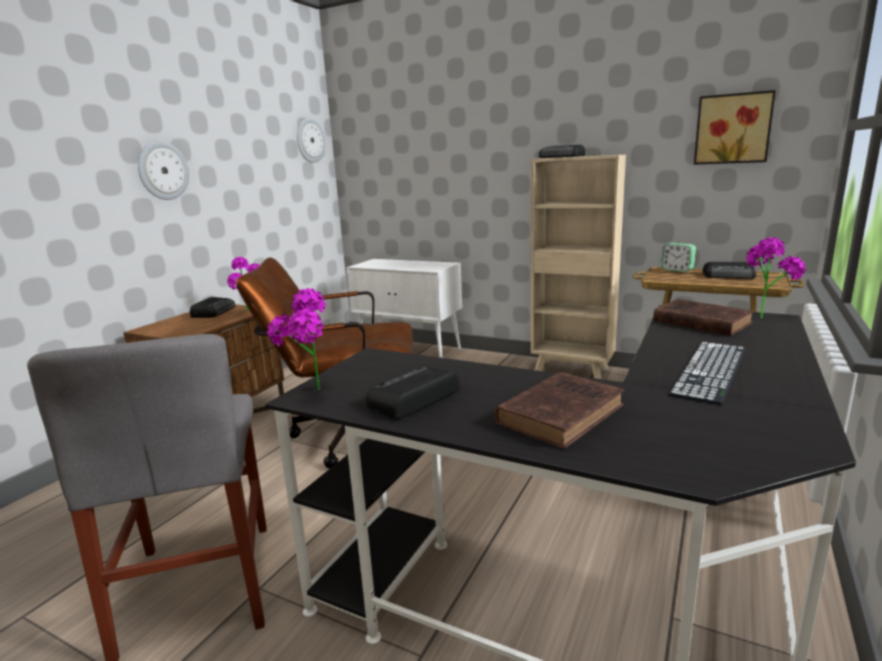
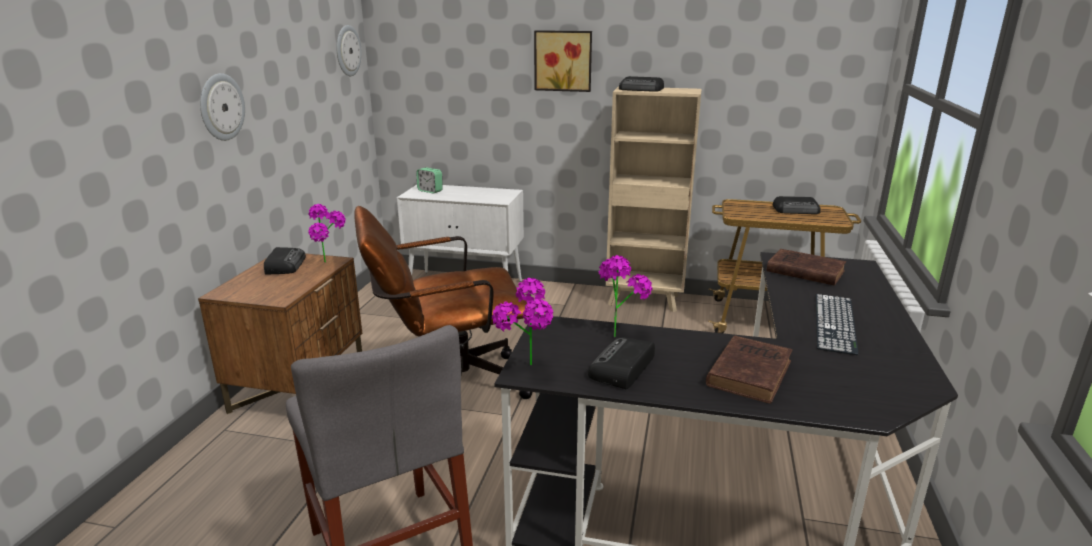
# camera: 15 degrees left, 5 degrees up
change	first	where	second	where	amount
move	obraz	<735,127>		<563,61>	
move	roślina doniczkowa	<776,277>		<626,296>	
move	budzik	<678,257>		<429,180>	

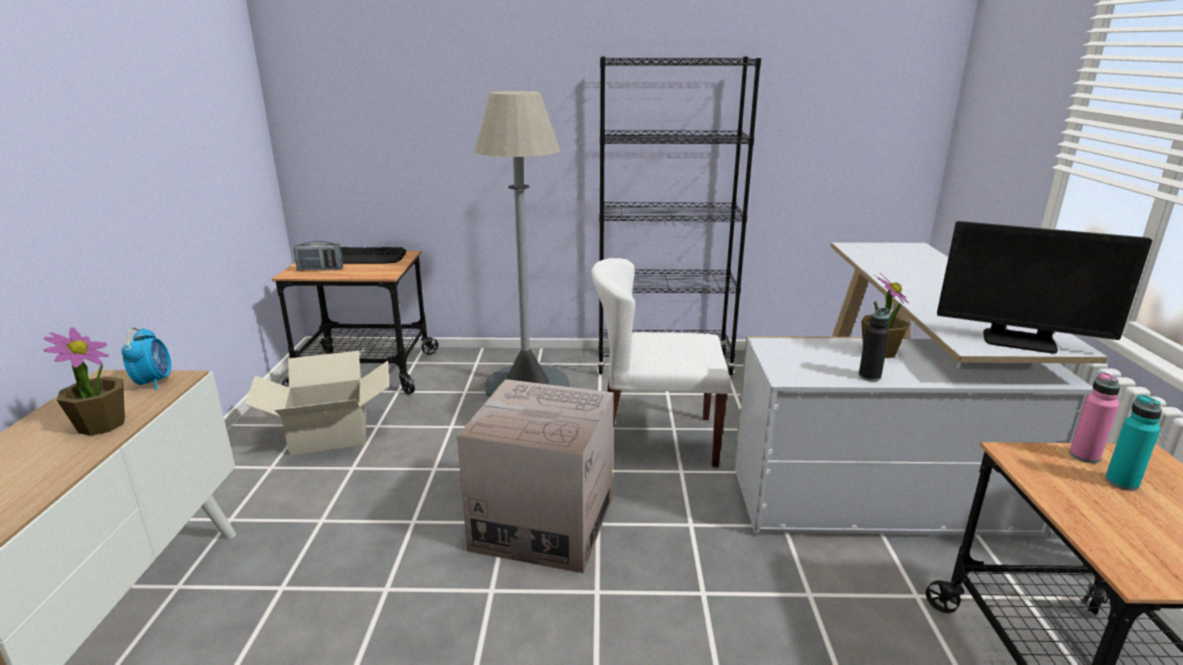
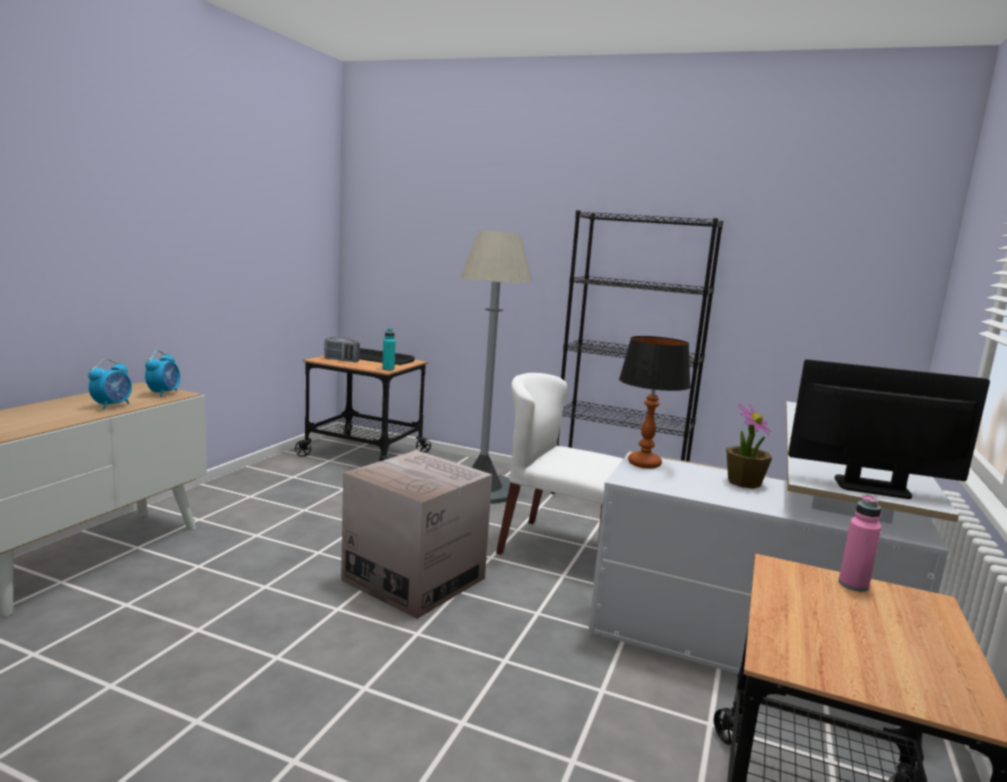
# camera: 20 degrees right, 10 degrees down
change	first	where	second	where	amount
rotate	monitor	<1044,287>		<889,429>	150 degrees clockwise
delete	butelka (czarny)	<874,345>			
replace	roślina doniczkowa	<84,382>	budzik	<110,384>	
delete	karton	<316,403>			
move	butelka (turkusowy)	<1133,442>		<389,349>	
insert			lampa stołowa	<655,402>	

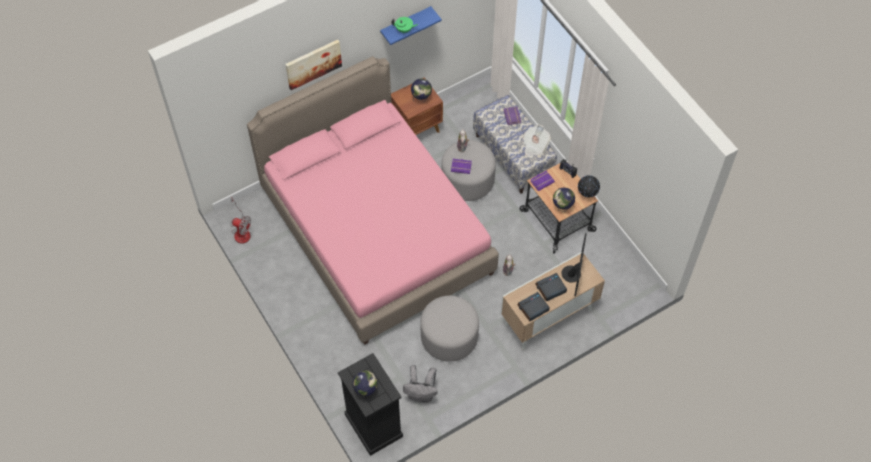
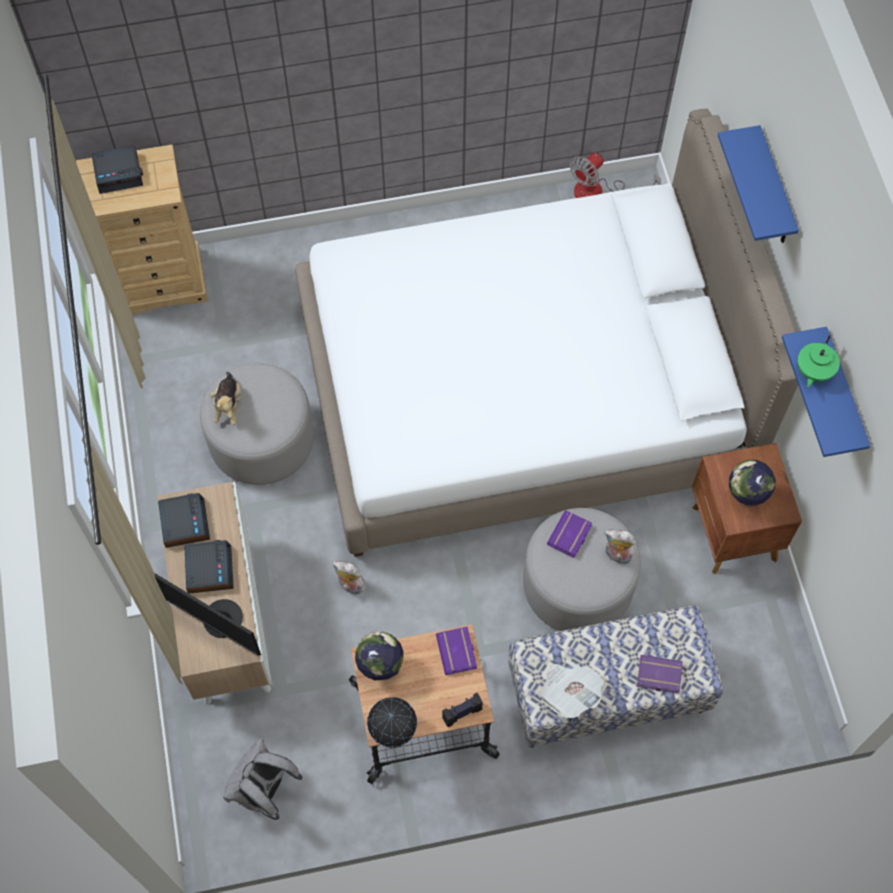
# camera: 110 degrees right, 5 degrees up
change	first	where	second	where	amount
replace	obraz	<313,65>	półka (niebieski)	<758,184>	
recolor	łóżko (różowy)	<373,200>	łóżko (biały)	<546,333>	
recolor	komoda (czarny)	<370,404>	komoda (beżowy)	<142,229>	
move	plecak (szary)	<420,384>		<262,778>	
replace	globus	<365,385>	budzik	<117,169>	
insert			pluszak	<225,398>	

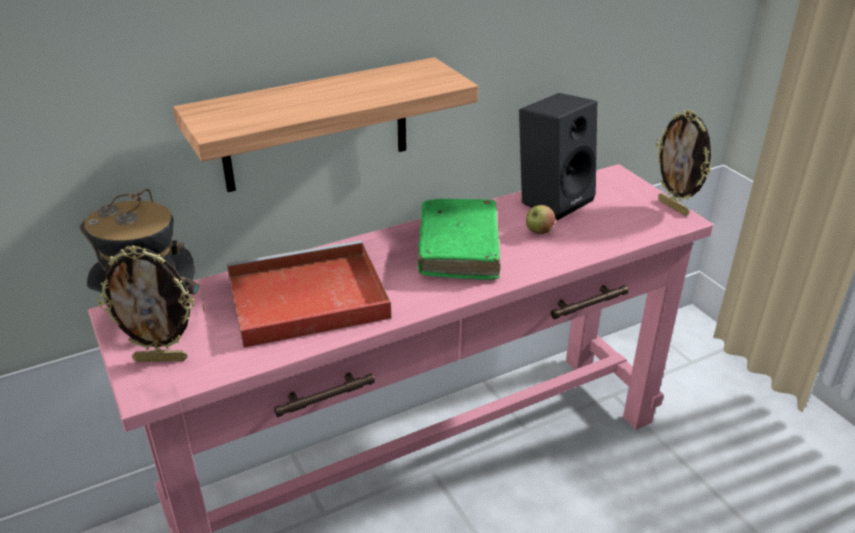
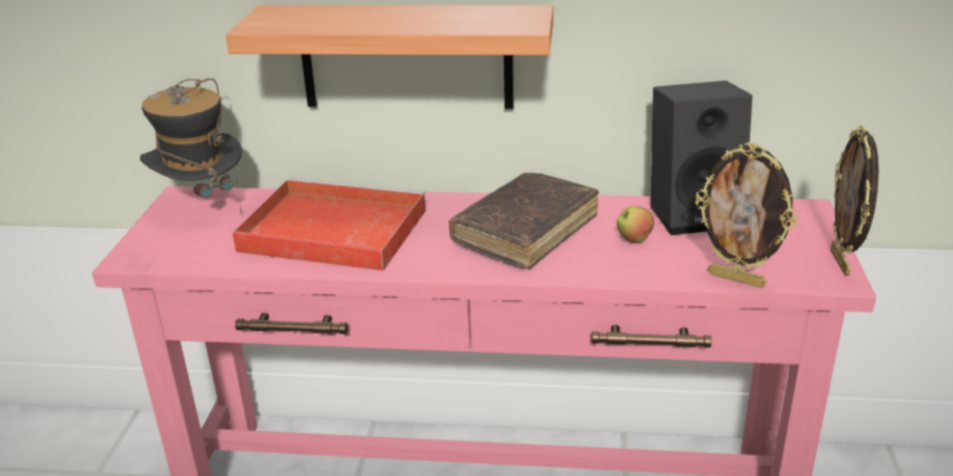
# camera: 35 degrees right, 5 degrees down
change	first	where	second	where	amount
recolor	książka (zielony)	<459,238>	książka (brązowy)	<524,221>	
move	ramka na zdjęcie	<145,303>		<746,215>	

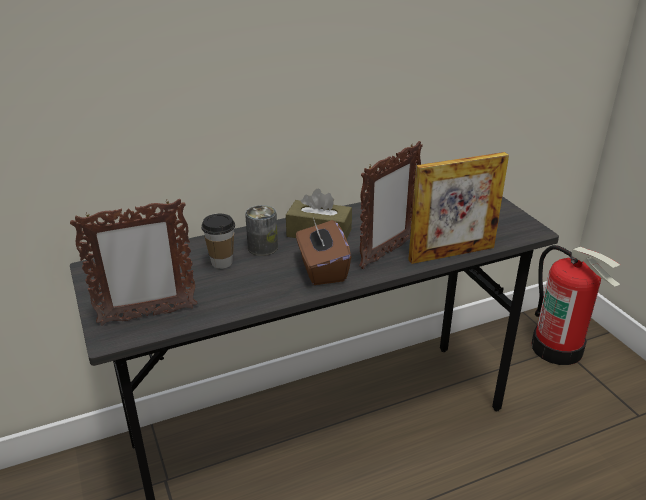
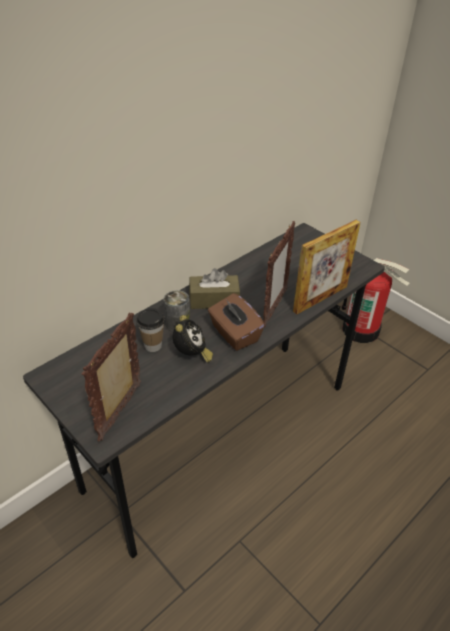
# camera: 20 degrees left, 10 degrees up
change	first	where	second	where	amount
rotate	ramka na zdjęcie	<133,262>		<111,377>	150 degrees clockwise
insert			budzik	<193,339>	

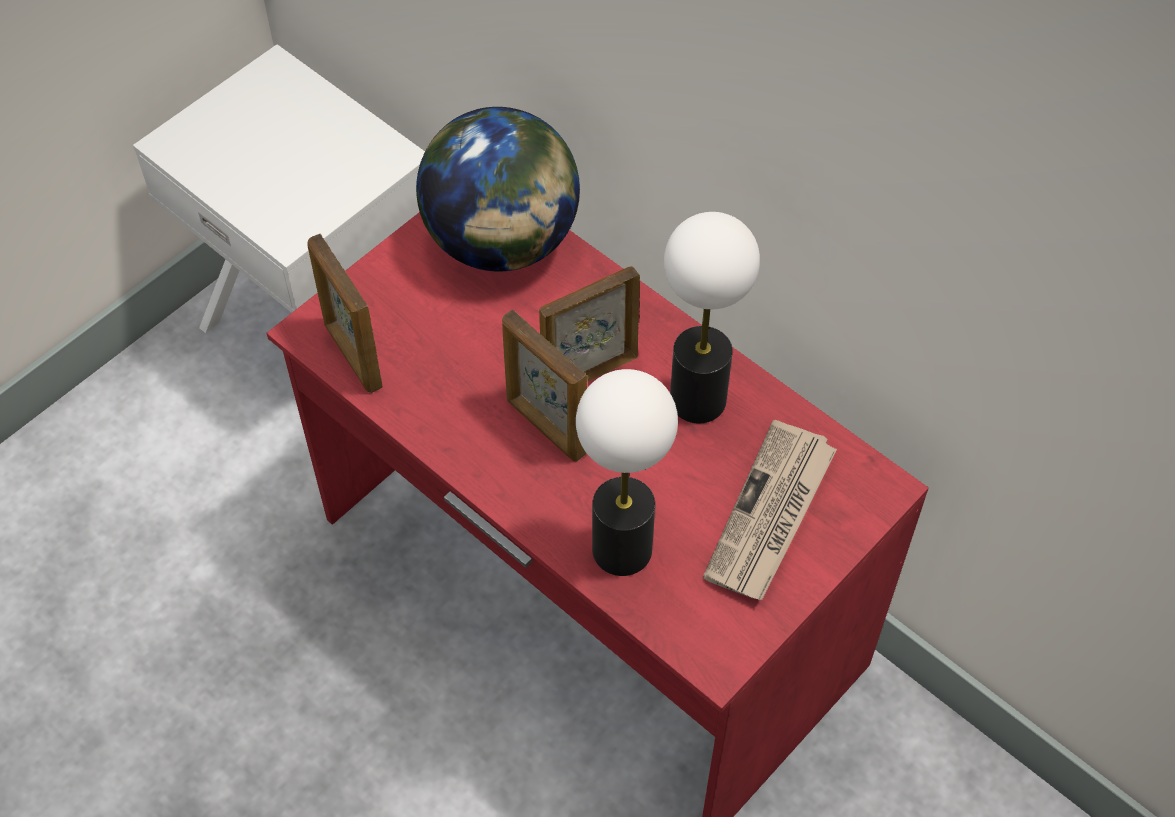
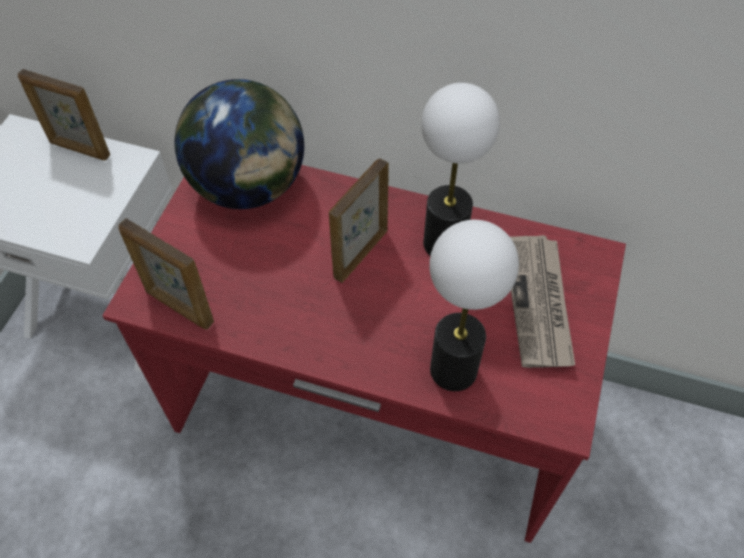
# camera: 25 degrees left, 0 degrees up
change	first	where	second	where	amount
move	ramka na zdjęcie	<544,385>		<64,115>	

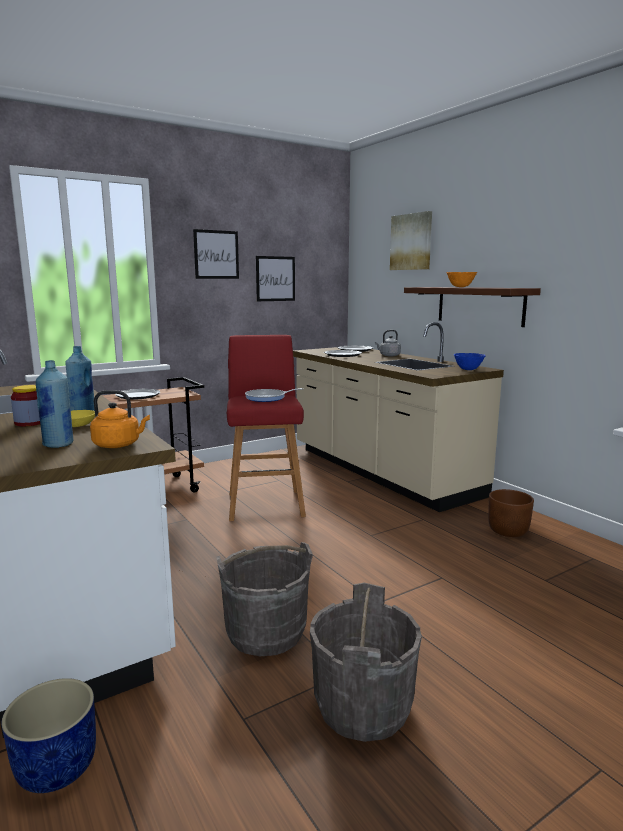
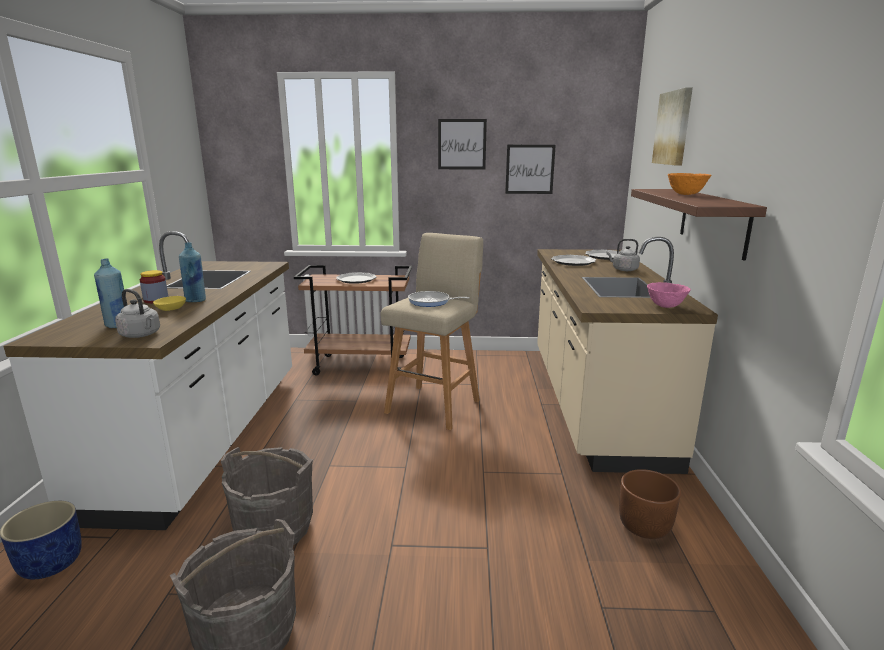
# camera: 35 degrees right, 5 degrees up
change	first	where	second	where	amount
recolor	stołek (czerwony)	<266,428>	stołek (beżowy)	<431,331>	
recolor	miska (niebieski)	<470,361>	miska (różowy)	<669,295>	
recolor	czajnik (pomarańczowy)	<120,419>	czajnik (szary)	<137,313>	

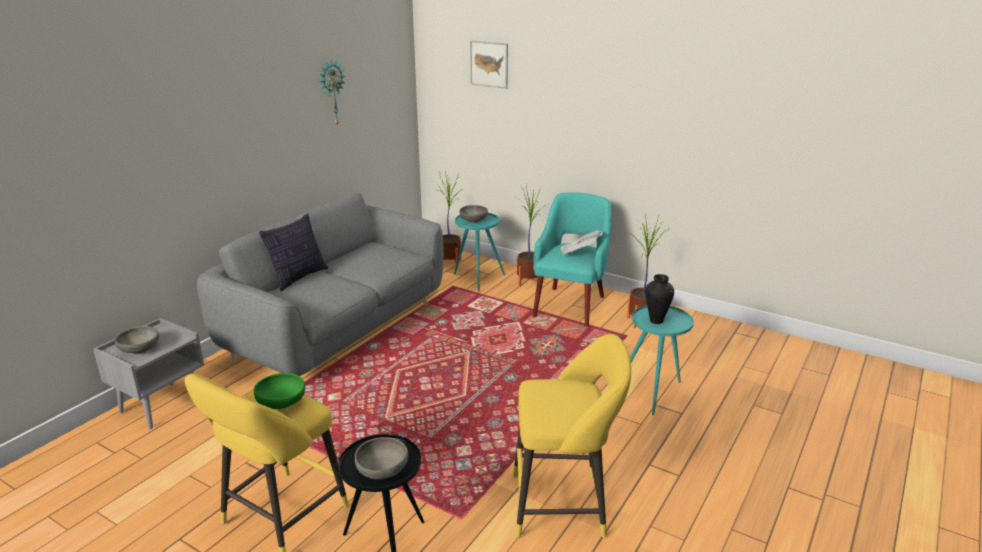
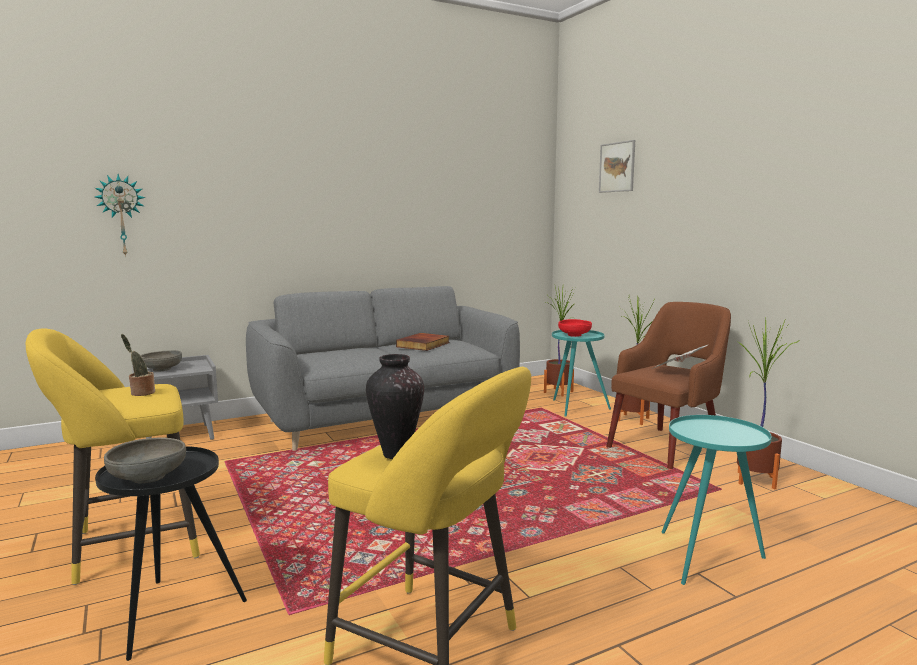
# camera: 30 degrees right, 15 degrees down
change	first	where	second	where	amount
move	zegar ścienny	<332,92>		<120,215>	
recolor	fotel (turkusowy)	<572,259>	fotel (brązowy)	<668,385>	
recolor	miska (szary)	<474,214>	miska (czerwony)	<575,328>	
delete	poduszka	<293,252>			
move	wazon	<659,299>		<395,406>	
replace	miska (zielony)	<279,391>	roślina doniczkowa	<138,365>	
insert			książka	<423,342>	

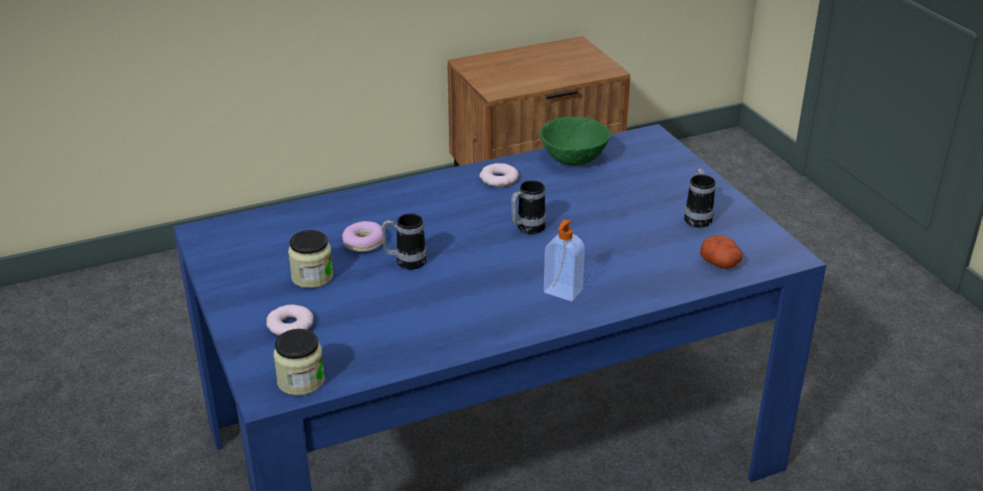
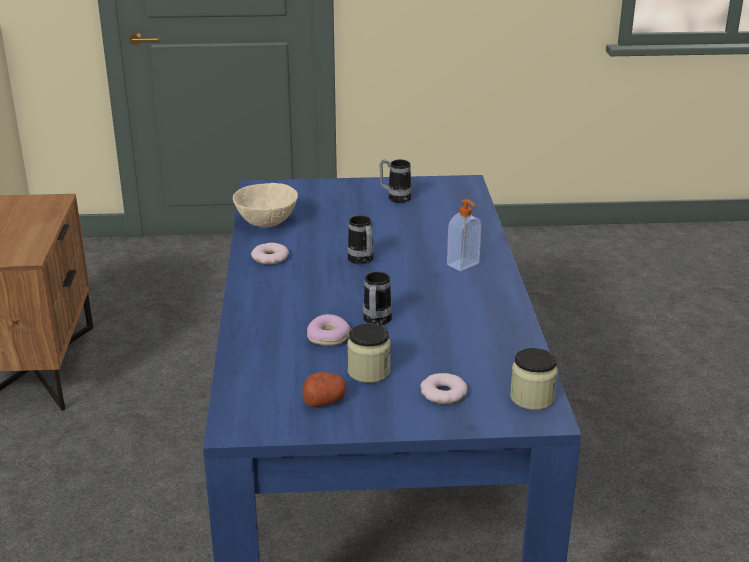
# camera: 70 degrees left, 5 degrees down
change	first	where	second	where	amount
recolor	miska (zielony)	<575,141>	miska (beżowy)	<265,205>	
move	ziemniak	<721,252>		<324,389>	

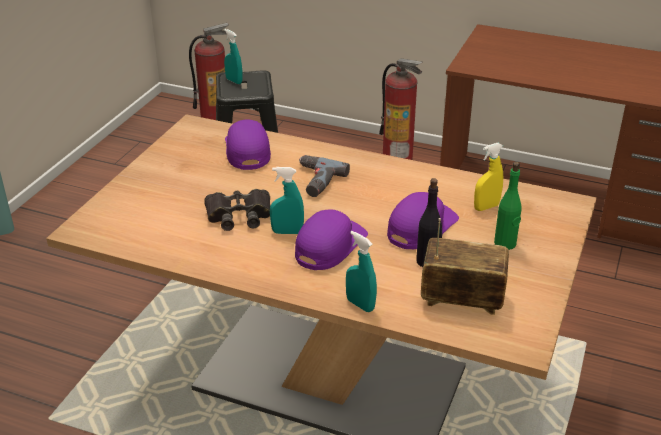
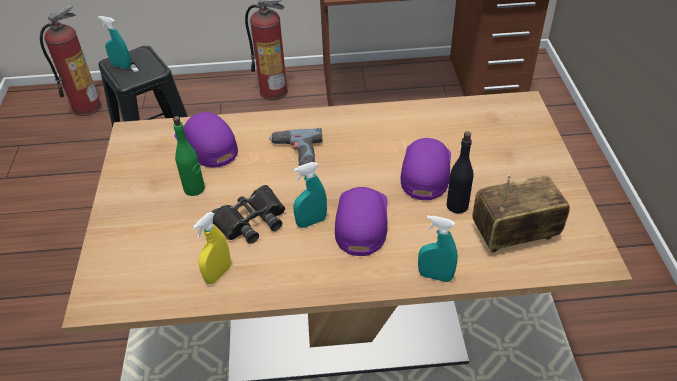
# camera: 25 degrees left, 10 degrees up
change	first	where	second	where	amount
move	spryskiwacz (żółty)	<488,177>		<211,248>	
move	butelka (zielony)	<508,206>		<189,156>	

